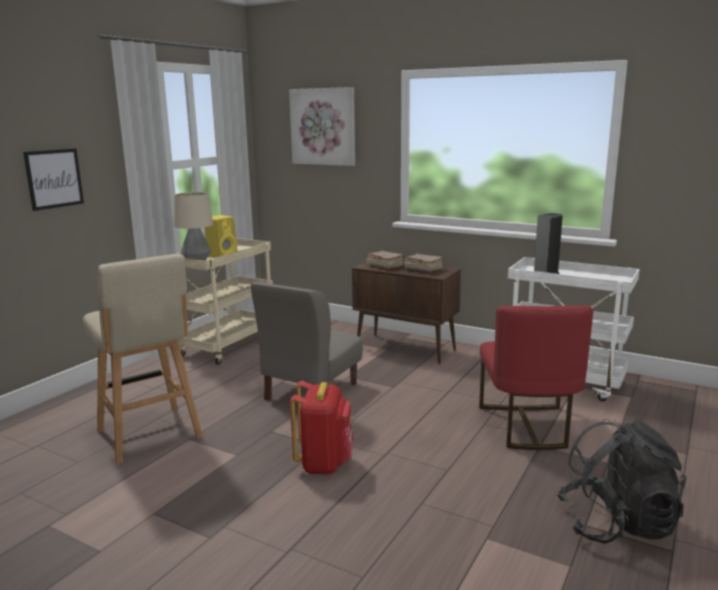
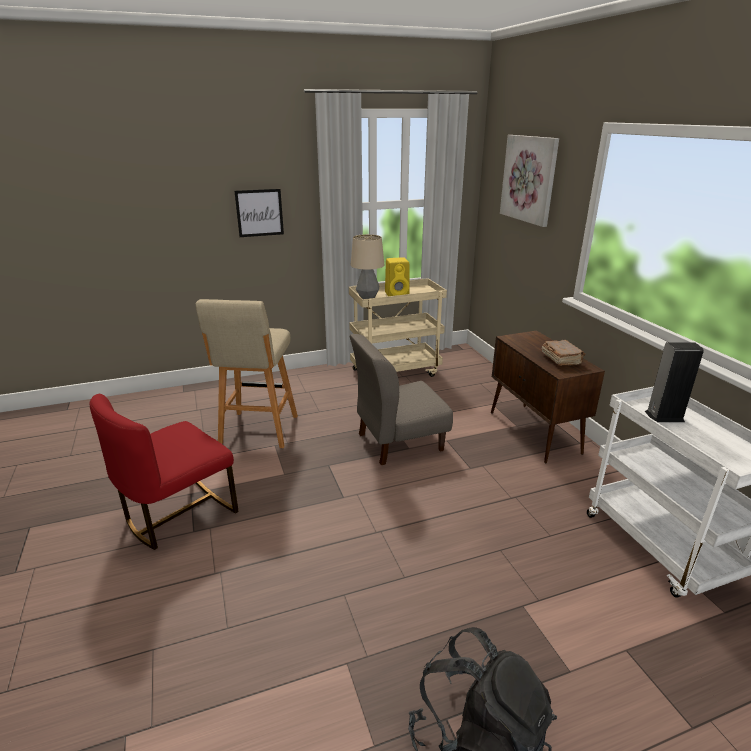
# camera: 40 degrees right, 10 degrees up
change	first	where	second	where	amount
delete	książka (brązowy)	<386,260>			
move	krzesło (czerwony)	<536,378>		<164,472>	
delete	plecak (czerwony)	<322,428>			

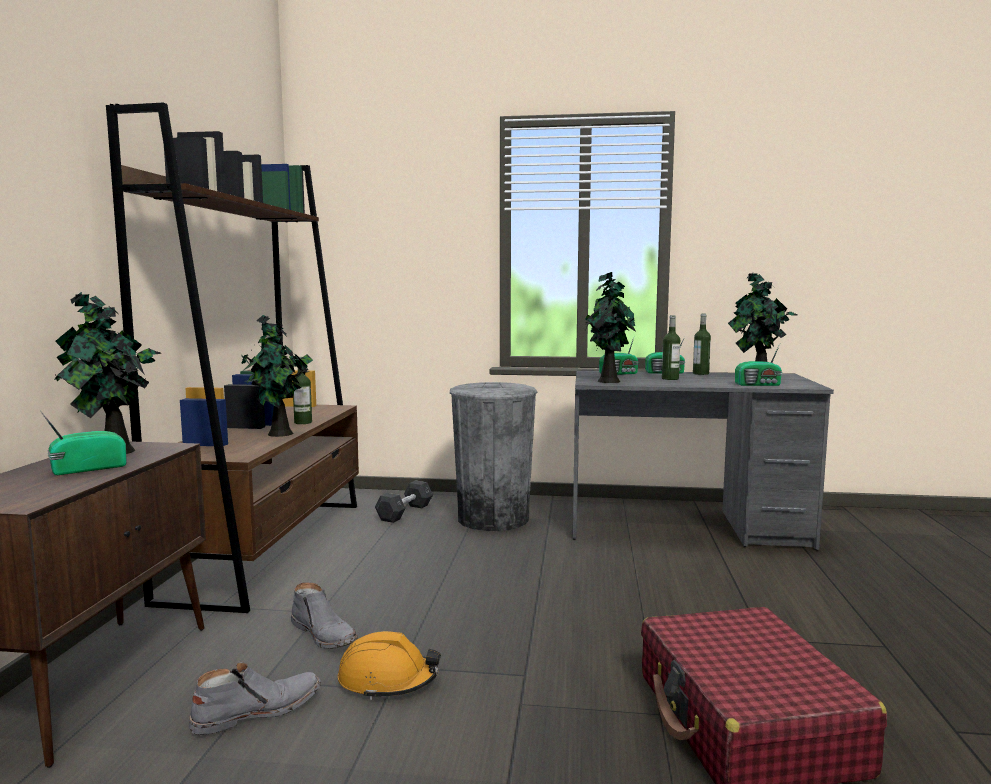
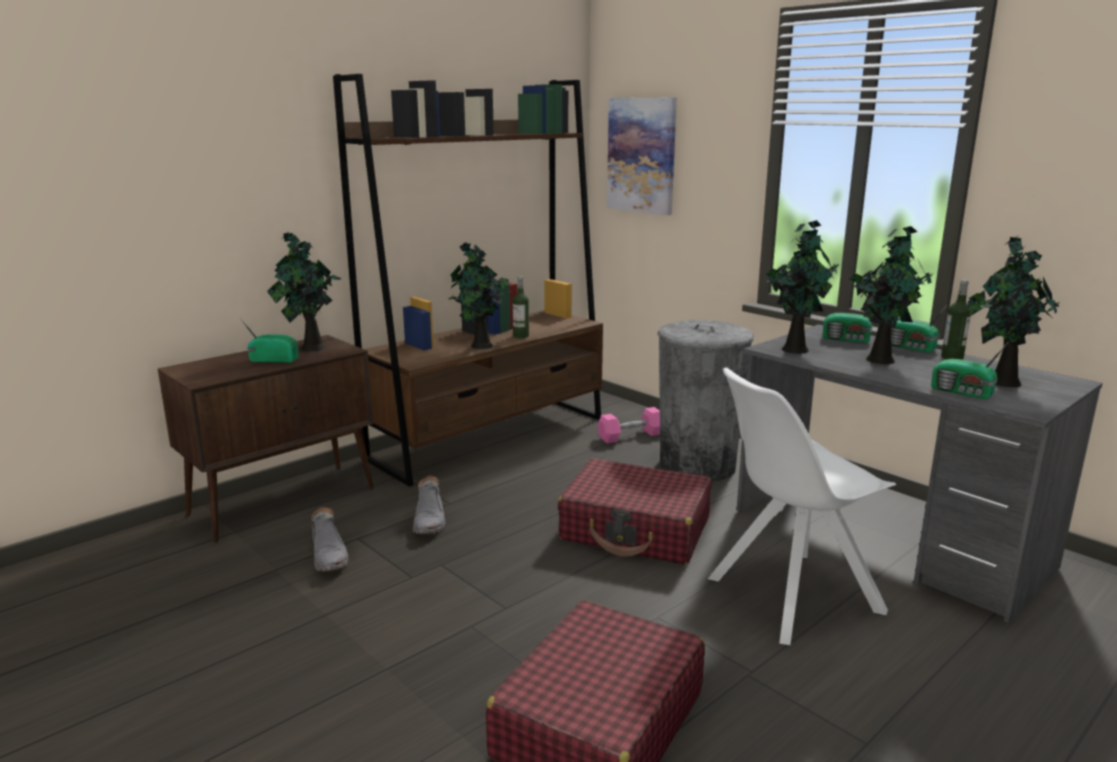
# camera: 40 degrees right, 10 degrees up
change	first	where	second	where	amount
replace	butelka	<671,347>	roślina doniczkowa	<891,295>	
recolor	hantel (szary)	<404,502>	hantel (różowy)	<628,425>	
delete	kask (pomarańczowy)	<389,665>			
rotate	but z cholewką (szary)	<255,698>		<330,539>	60 degrees clockwise
insert			obraz	<642,156>	
insert			krzesło (biały)	<802,506>	
insert			walizka (czerwony)	<634,511>	

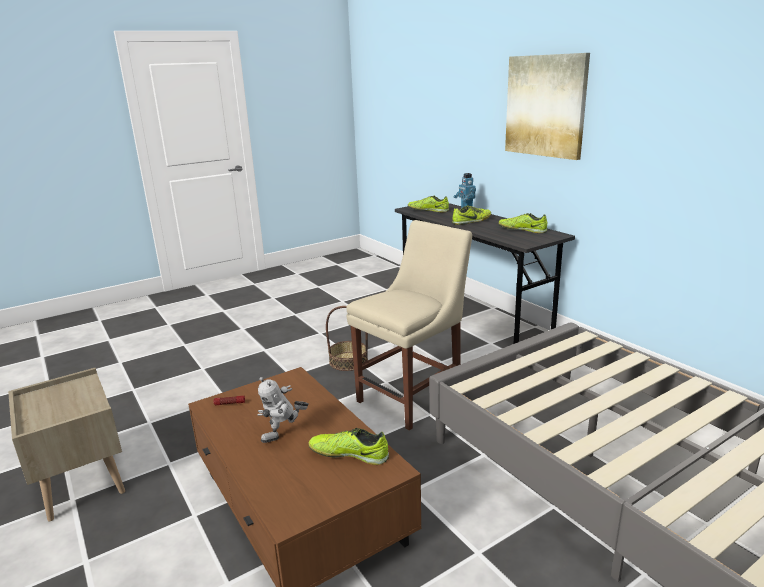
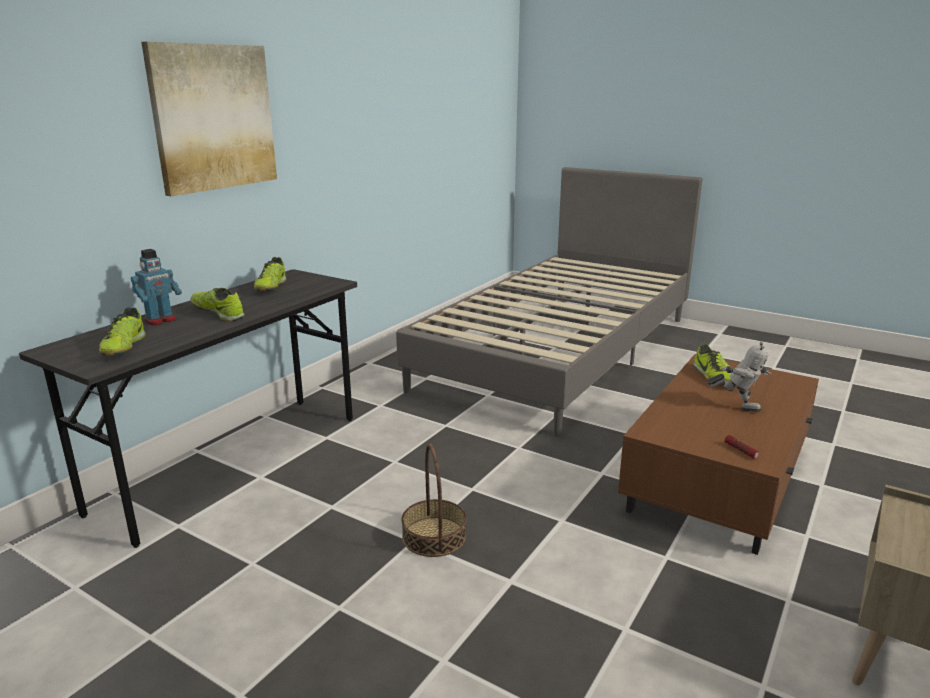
# camera: 115 degrees left, 0 degrees up
change	first	where	second	where	amount
delete	krzesło (beżowy)	<409,325>			

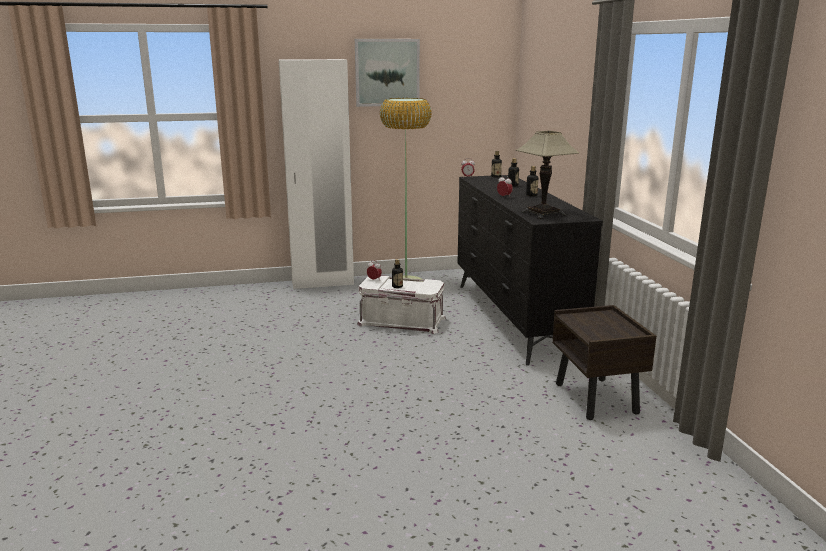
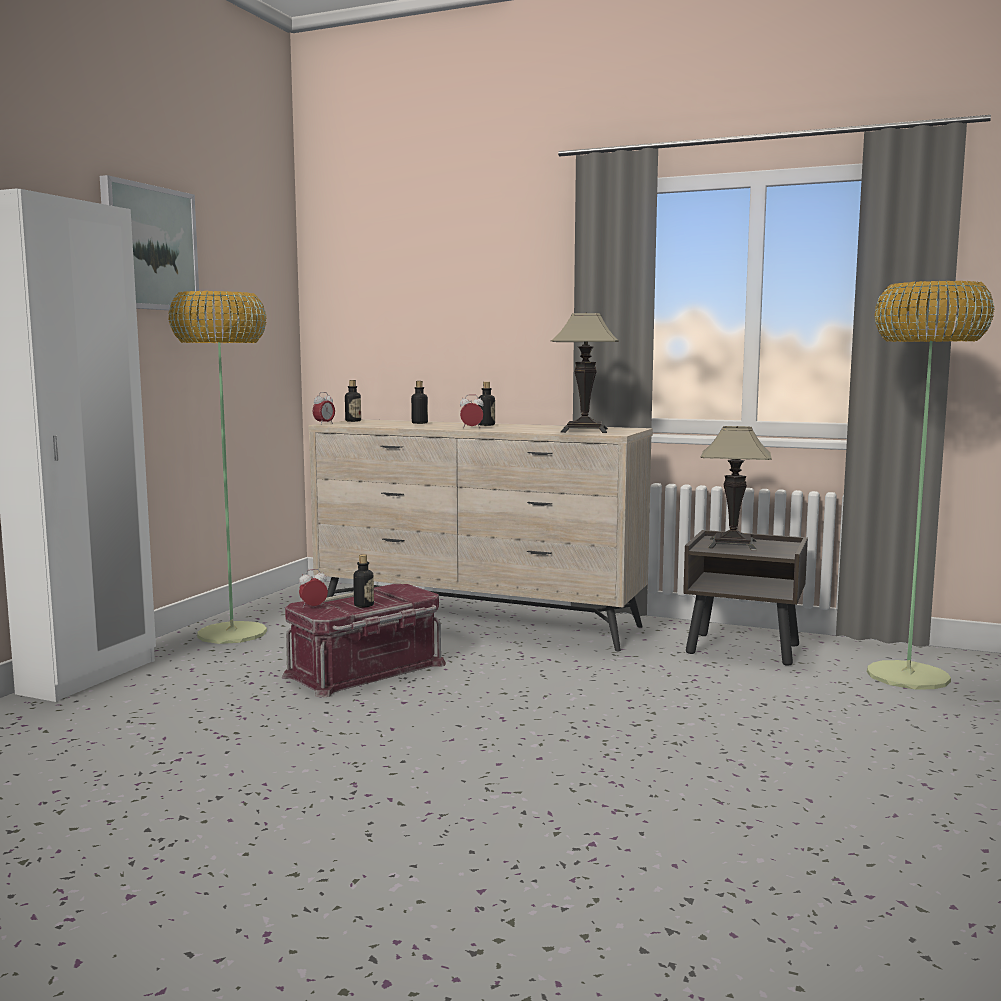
# camera: 55 degrees left, 10 degrees down
change	first	where	second	where	amount
recolor	komoda (czarny)	<530,270>	komoda (beżowy)	<480,535>	
recolor	pojemnik do przechowywania (biały)	<401,304>	pojemnik do przechowywania (czerwony)	<364,640>	
insert			lampa stojąca	<931,485>	
insert			lampa stołowa	<736,488>	

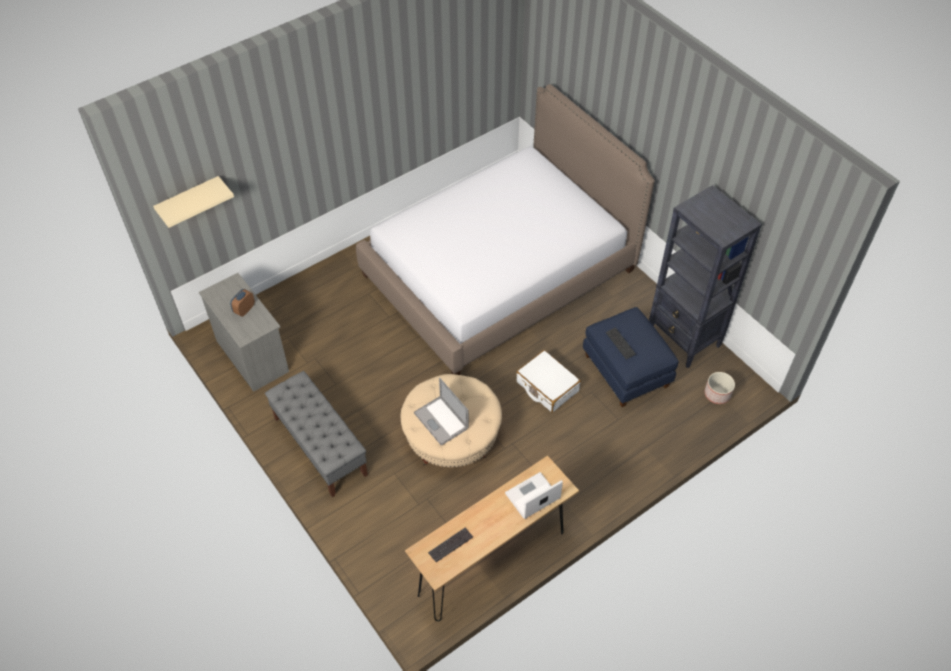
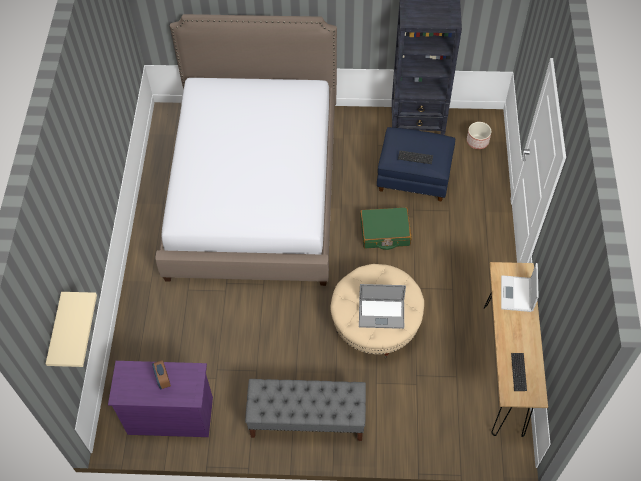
# camera: 50 degrees left, 5 degrees up
change	first	where	second	where	amount
recolor	komoda (szary)	<244,332>	komoda (fioletowy)	<160,399>	
recolor	walizka (biały)	<548,381>	walizka (zielony)	<386,228>	

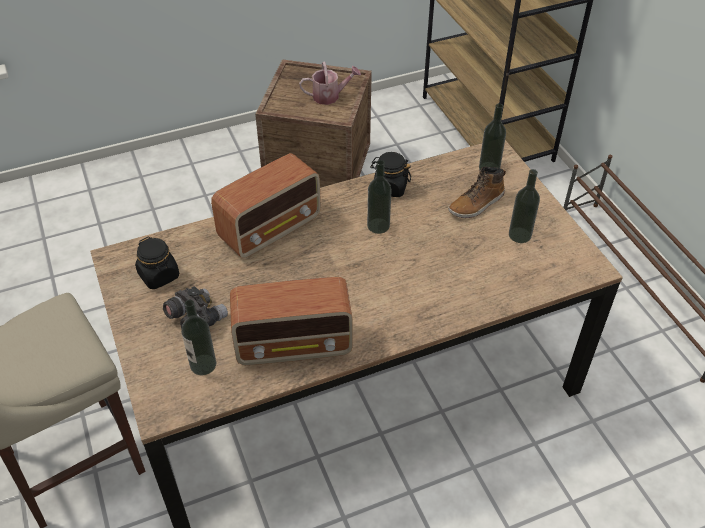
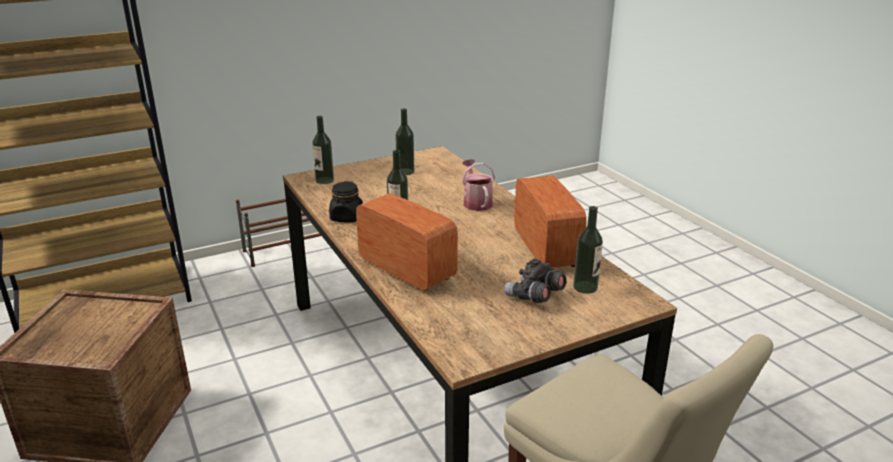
# camera: 95 degrees left, 20 degrees down
change	first	where	second	where	amount
move	konewka	<330,83>		<478,185>	
delete	but z cholewką	<477,192>			
delete	słoik (czarny)	<157,263>			

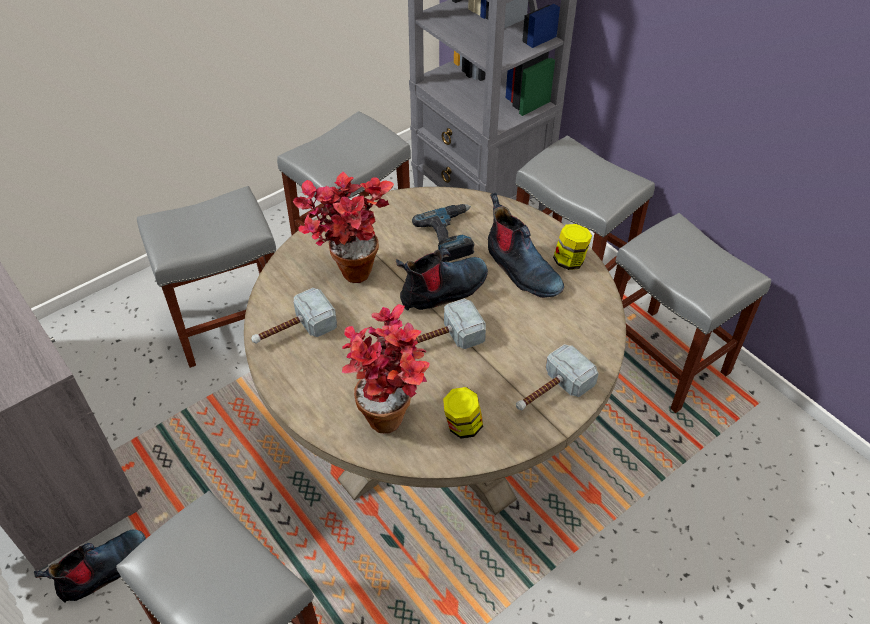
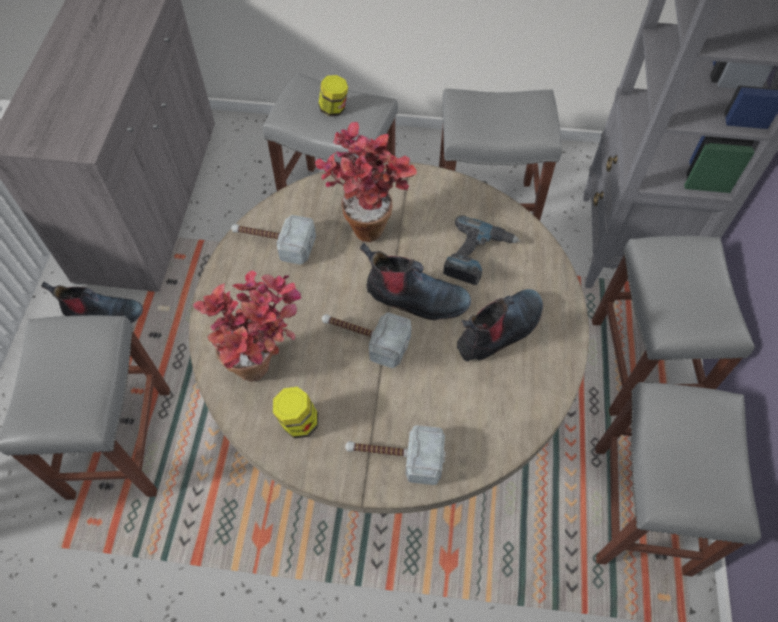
# camera: 45 degrees right, 10 degrees up
change	first	where	second	where	amount
rotate	but z cholewką	<526,245>		<500,325>	135 degrees counterclockwise
move	słoik	<572,247>		<333,95>	

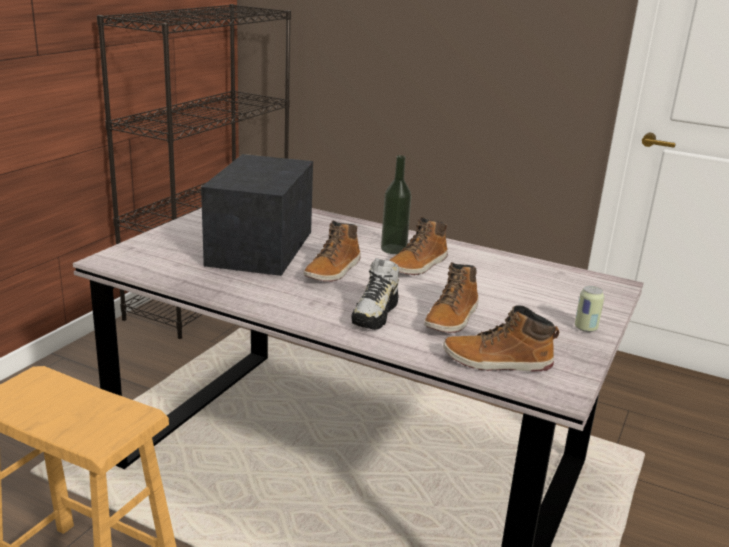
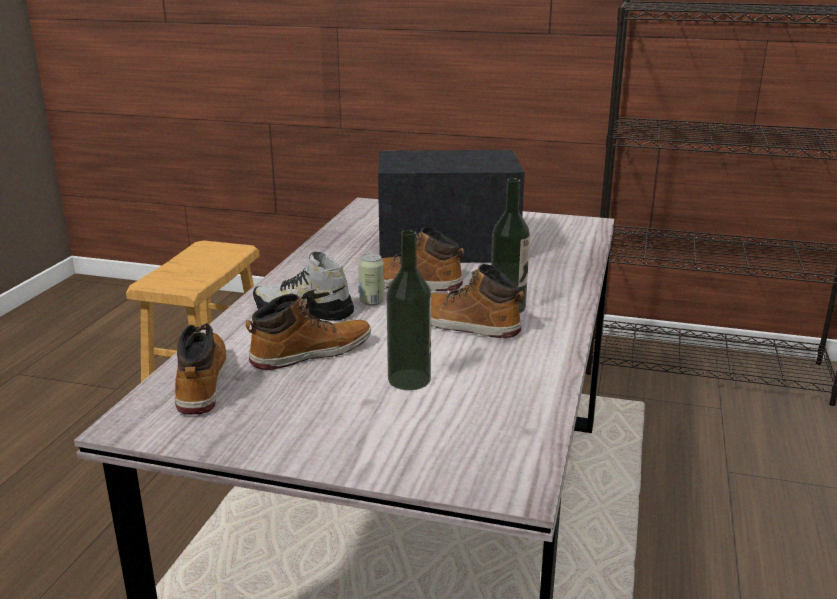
# camera: 80 degrees right, 0 degrees up
change	first	where	second	where	amount
rotate	but z cholewką	<451,297>		<308,332>	135 degrees clockwise
move	puszka	<590,309>		<371,280>	
insert			butelka	<409,310>	

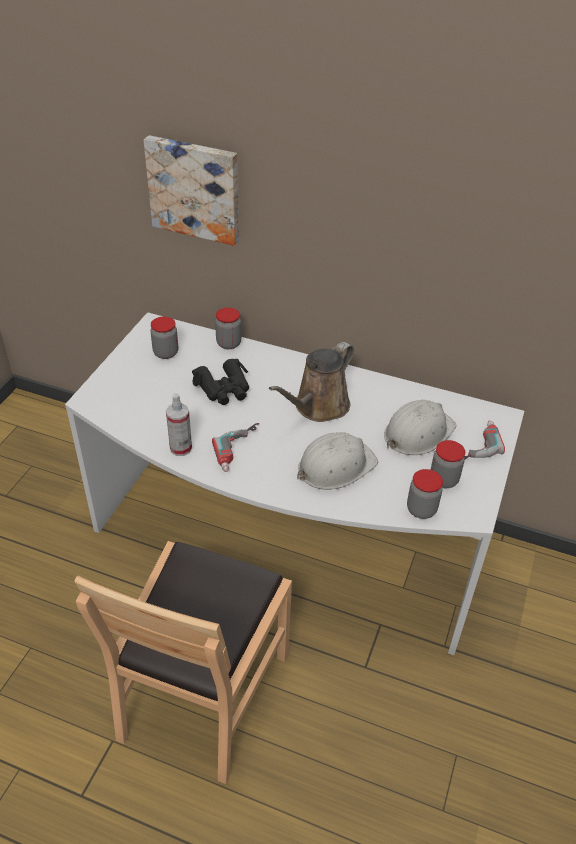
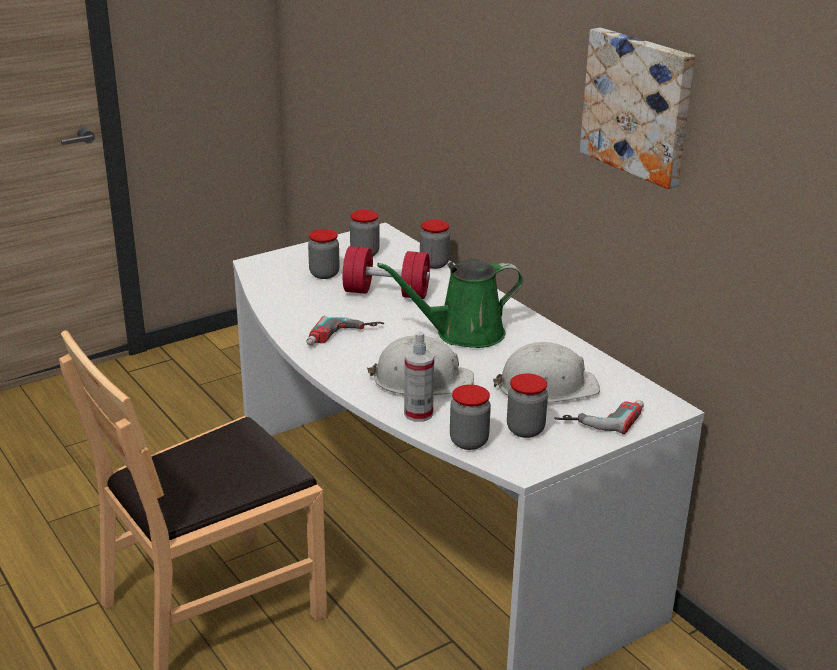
# camera: 35 degrees right, 15 degrees down
change	first	where	second	where	amount
move	obraz	<191,190>		<637,108>	
recolor	konewka (brązowy)	<311,382>	konewka (zielony)	<450,303>	
replace	lornetka (czarny)	<220,382>	hantel (czerwony)	<386,272>	
move	spryskiwacz	<179,424>		<419,376>	
insert			słoik	<324,254>	

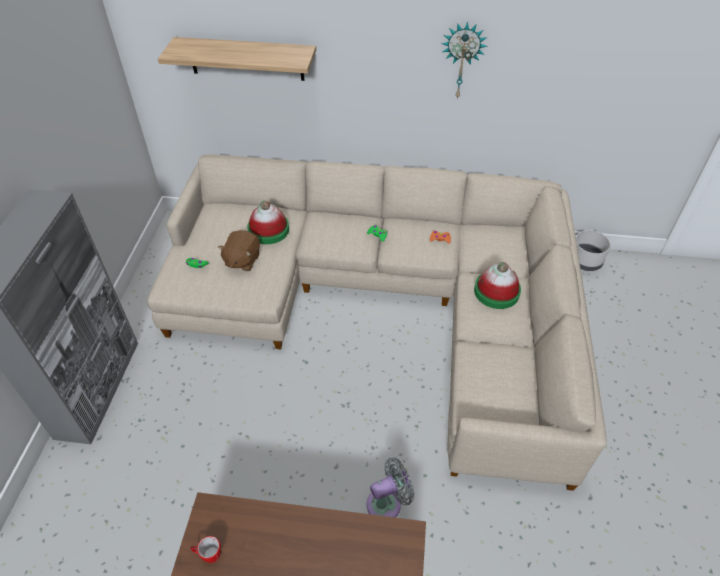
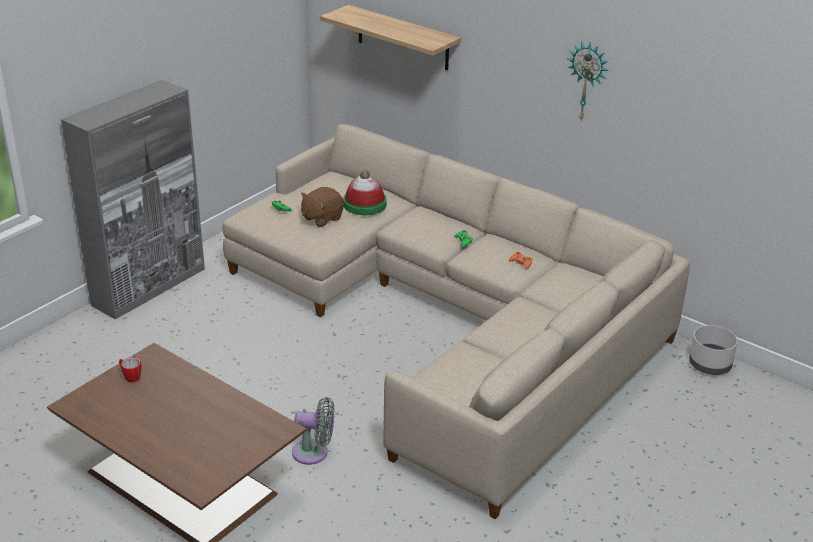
# camera: 30 degrees right, 15 degrees down
change	first	where	second	where	amount
delete	kapelusz	<497,285>			

